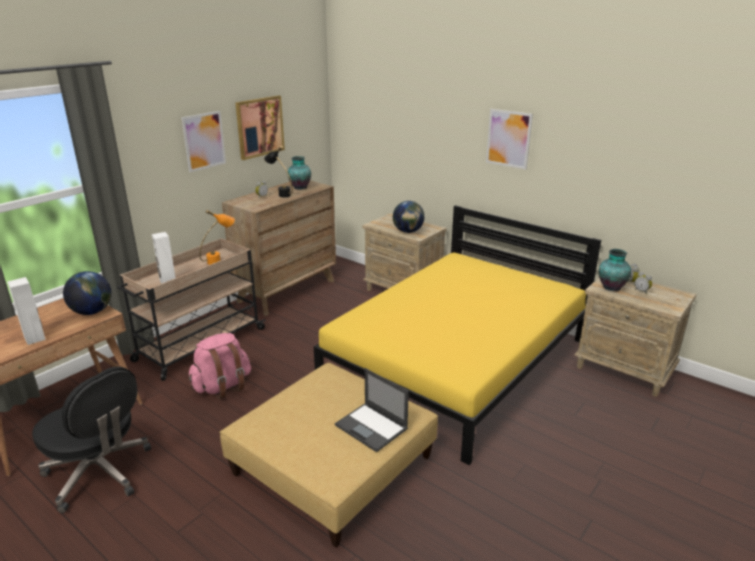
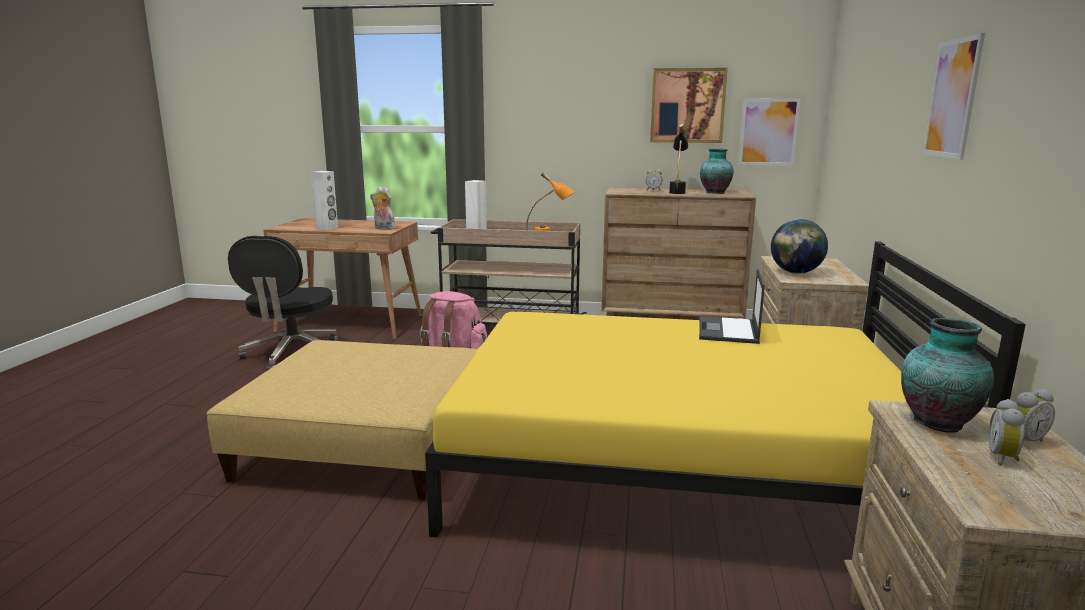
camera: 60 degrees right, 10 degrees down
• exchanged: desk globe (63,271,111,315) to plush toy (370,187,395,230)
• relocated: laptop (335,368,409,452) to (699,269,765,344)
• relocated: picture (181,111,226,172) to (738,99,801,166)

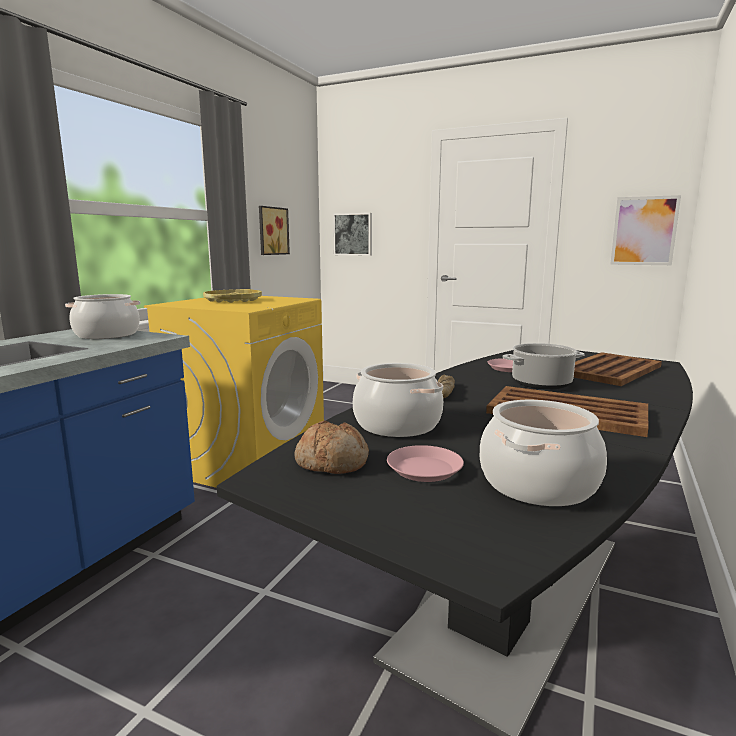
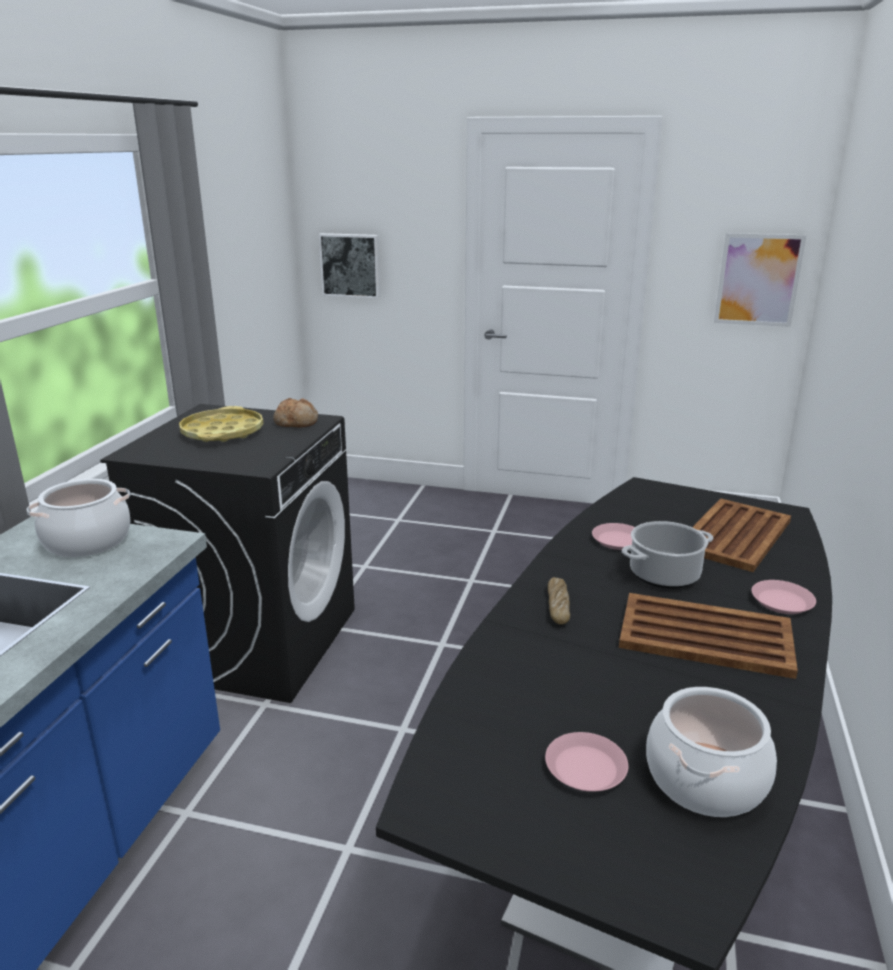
camera: 10 degrees left, 10 degrees up
• colour: yellow laundry appliance (144,296,324,488) to black laundry appliance (100,404,355,703)
• relocated: bakery bread (295,421,369,474) to (273,398,318,427)
• appeared: pinkish dinner plate (751,580,816,614)
• missing: picture (259,206,290,255)
• missing: saucepot (353,363,443,437)

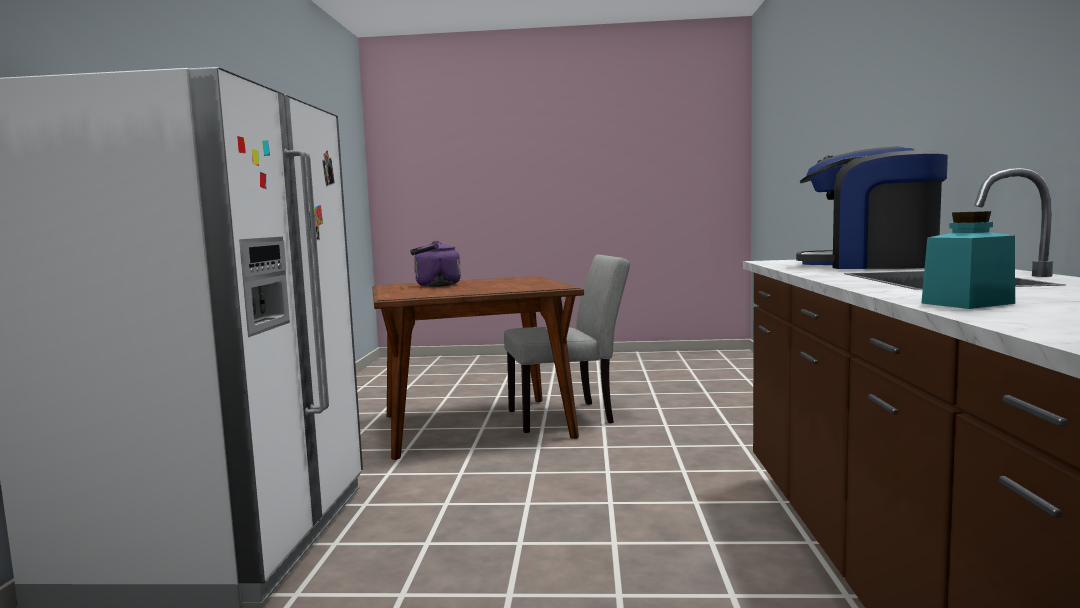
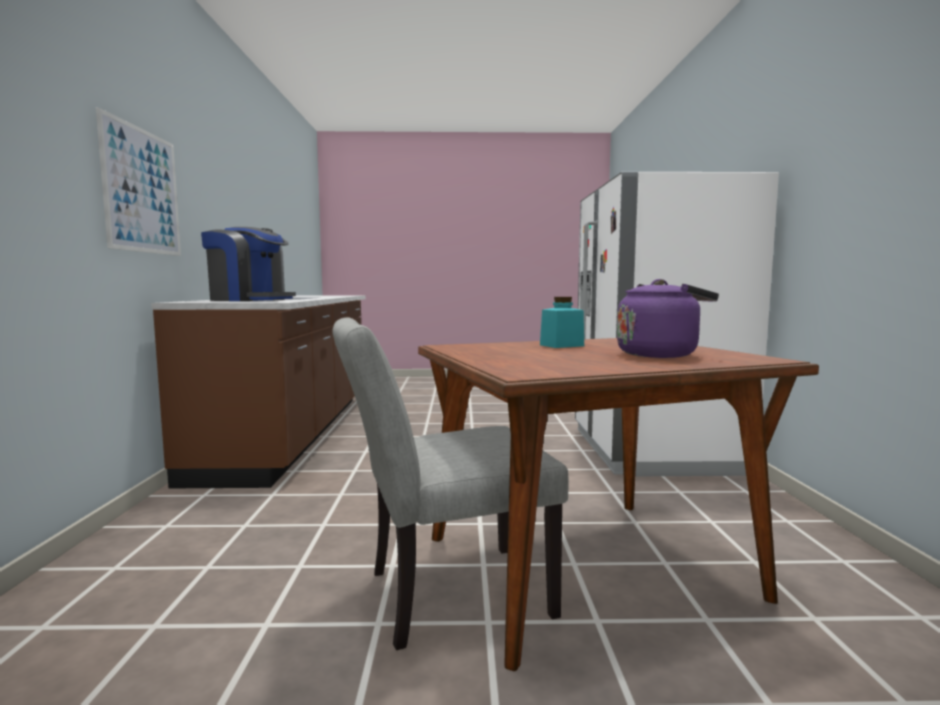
camera: 175 degrees right, 0 degrees up
• appeared: picture (96,107,181,256)
• relocated: turquoise-coloured preserve jar (921,211,1015,309) to (540,297,584,348)

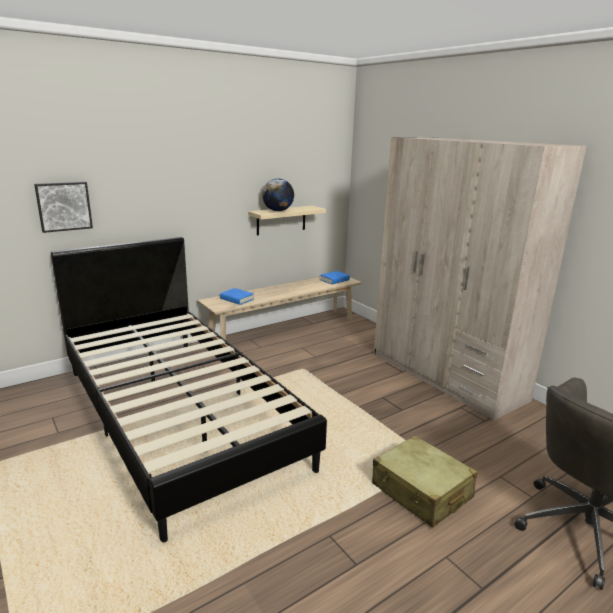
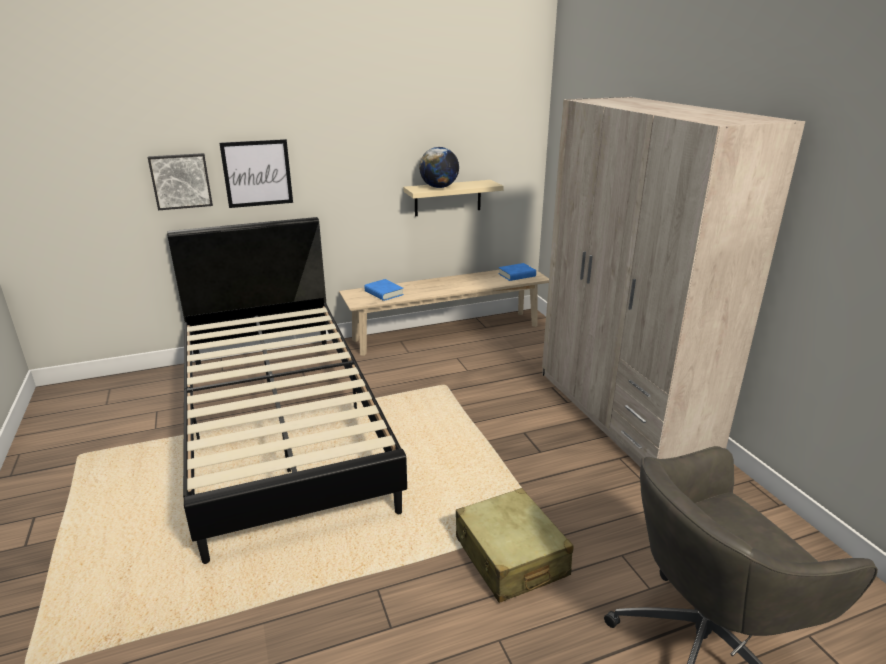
camera: 15 degrees right, 5 degrees up
• appeared: picture (219,139,293,208)

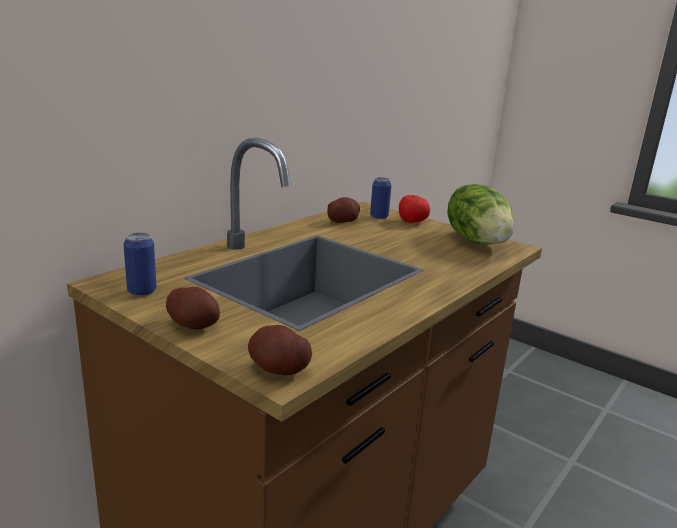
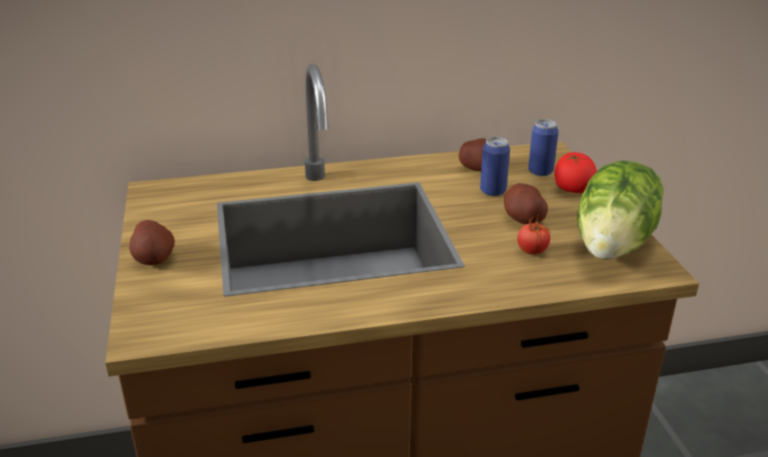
camera: 40 degrees right, 10 degrees up
• relocated: metal can (123,232,157,296) to (480,137,510,196)
• relocated: spud (248,325,312,375) to (504,183,548,224)
• appeared: whole tomato (517,216,551,255)

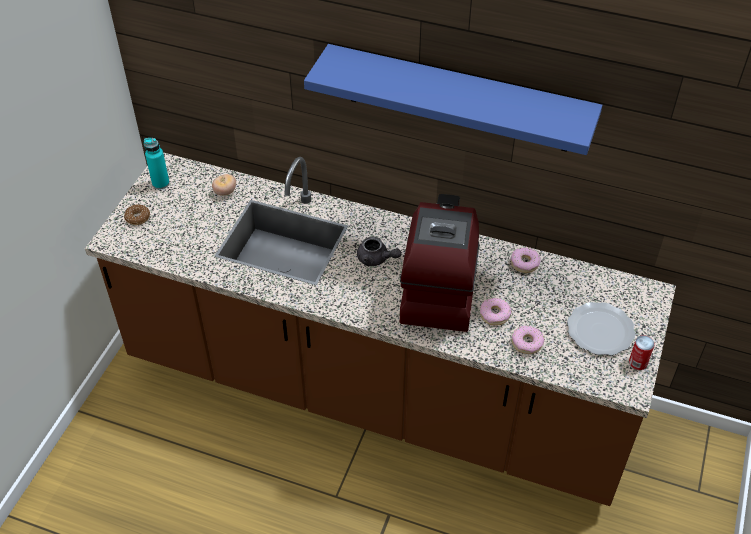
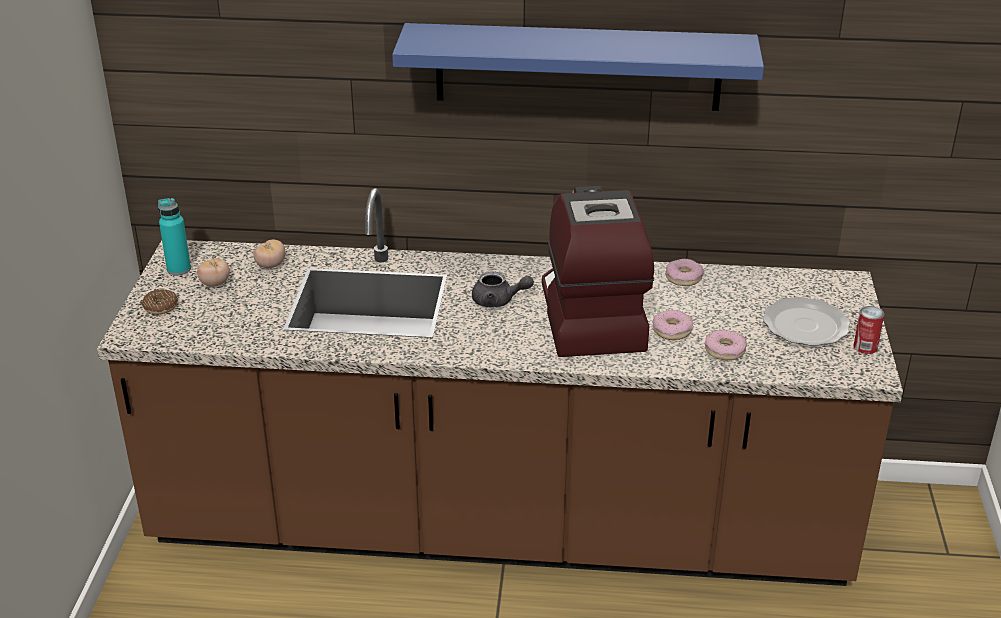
camera: 15 degrees left, 15 degrees down
• appeared: whole tomato (197,258,230,287)

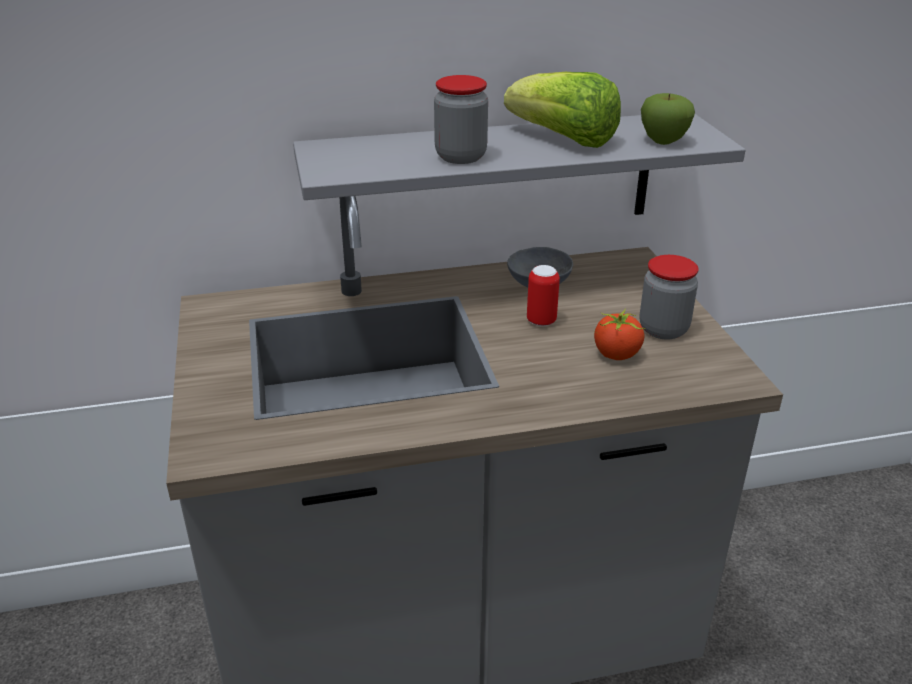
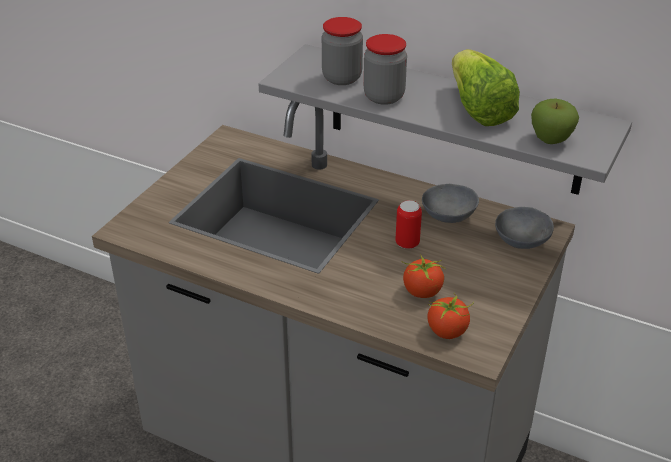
camera: 40 degrees right, 5 degrees up
• relocated: preserve jar (640,255,699,340) to (322,17,363,85)
• appeared: whole tomato (427,294,474,339)
• appeared: greyish bowl (495,207,554,249)

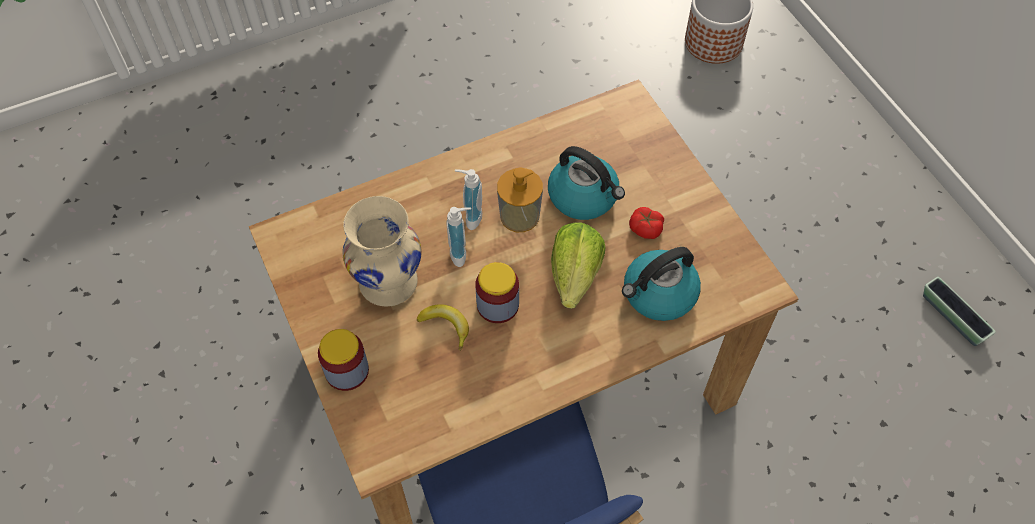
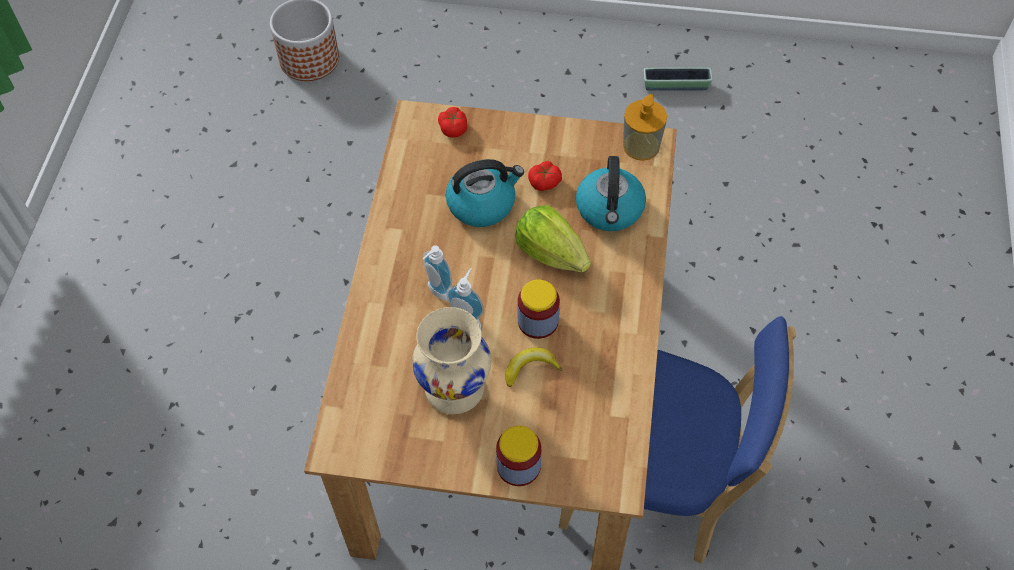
camera: 55 degrees left, 0 degrees up
• appeared: whole tomato (438,107,467,138)
• relocated: soap bottle (497,168,543,232) to (623,94,667,161)

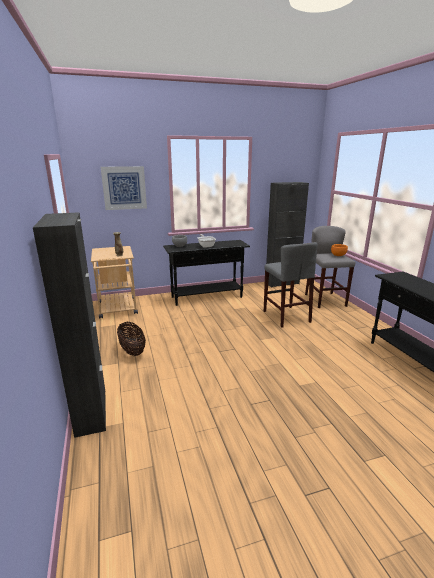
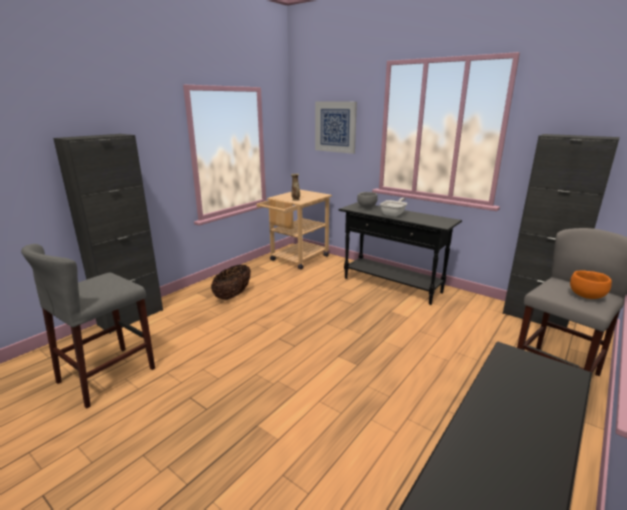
camera: 55 degrees right, 0 degrees up
• relocated: greyish sitting stool (264,242,318,328) to (21,244,155,409)

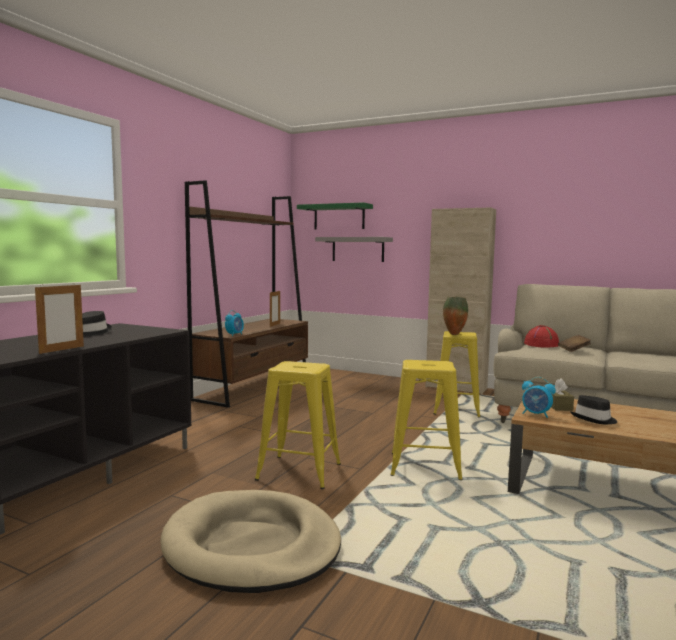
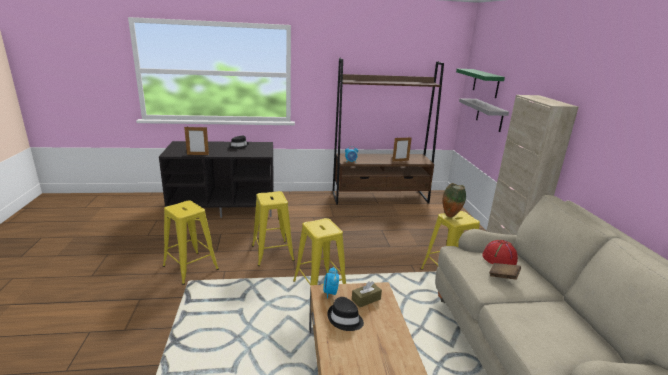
camera: 55 degrees right, 15 degrees up
• exchanged: beige dog cushion (161,490,341,593) to yellow sitting stool (163,201,219,285)

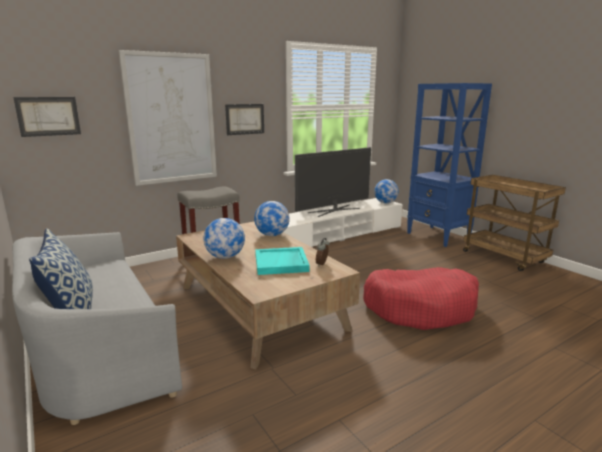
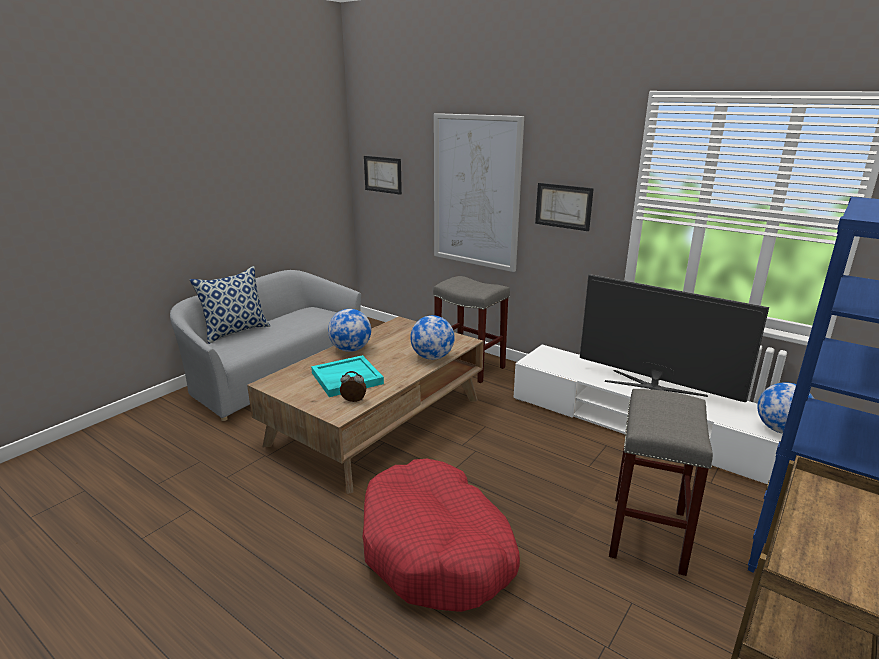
camera: 70 degrees right, 5 degrees up
• appeared: greyish sitting stool (609,389,713,576)

